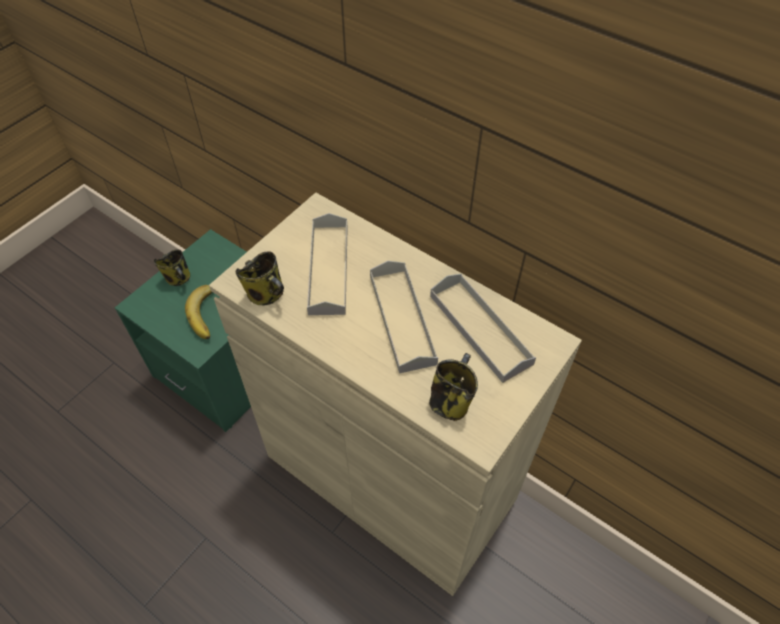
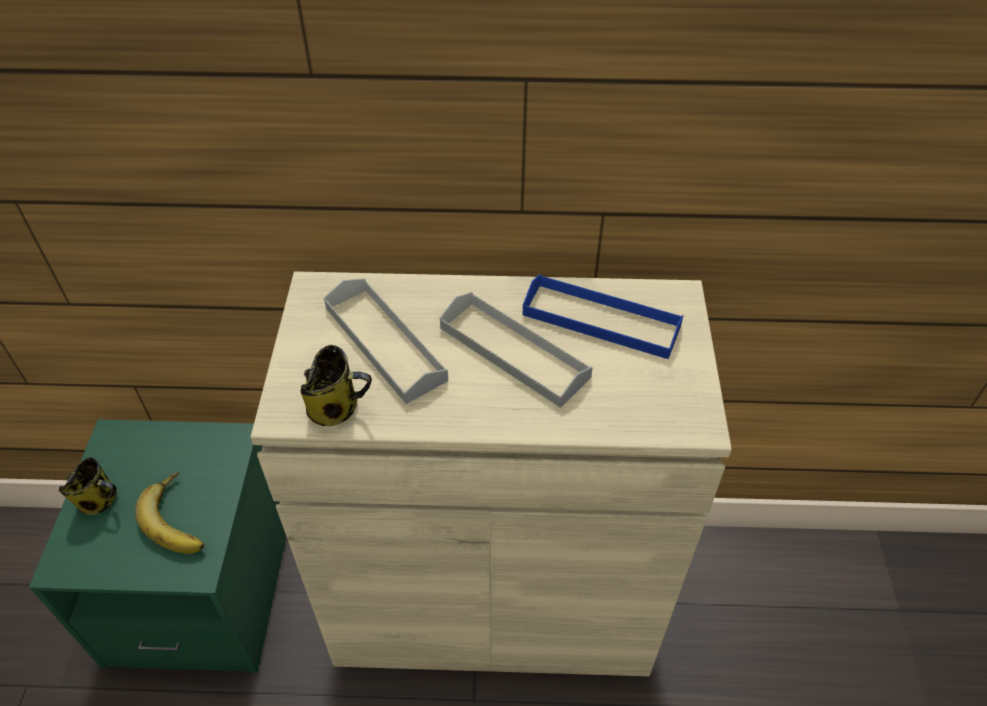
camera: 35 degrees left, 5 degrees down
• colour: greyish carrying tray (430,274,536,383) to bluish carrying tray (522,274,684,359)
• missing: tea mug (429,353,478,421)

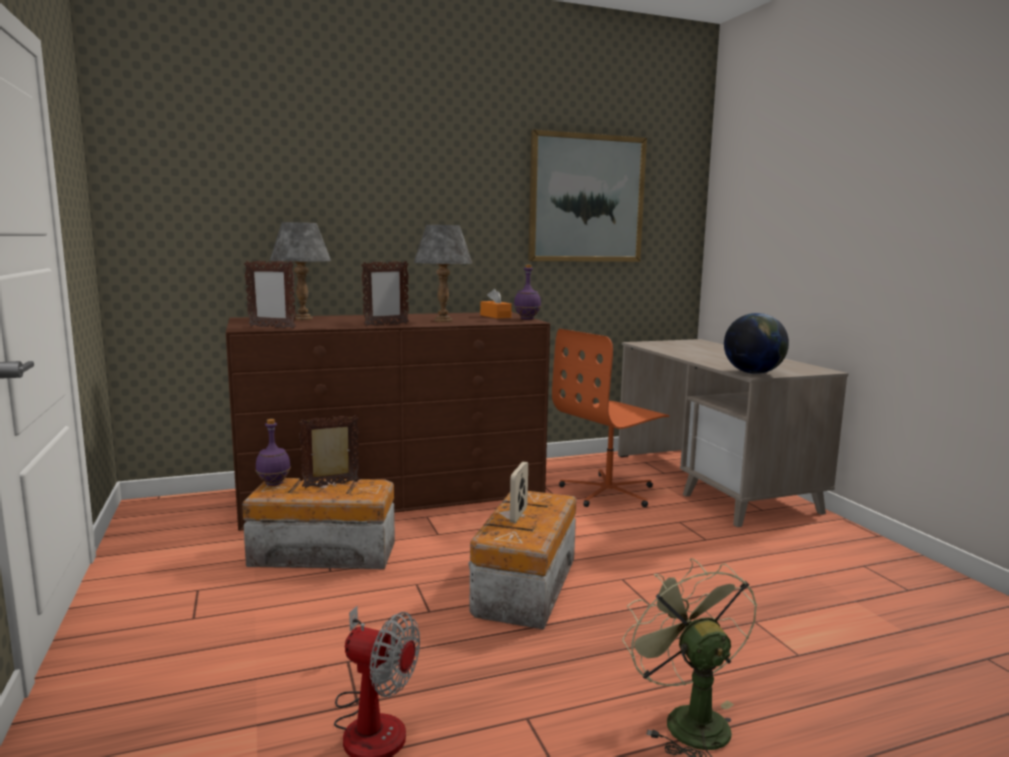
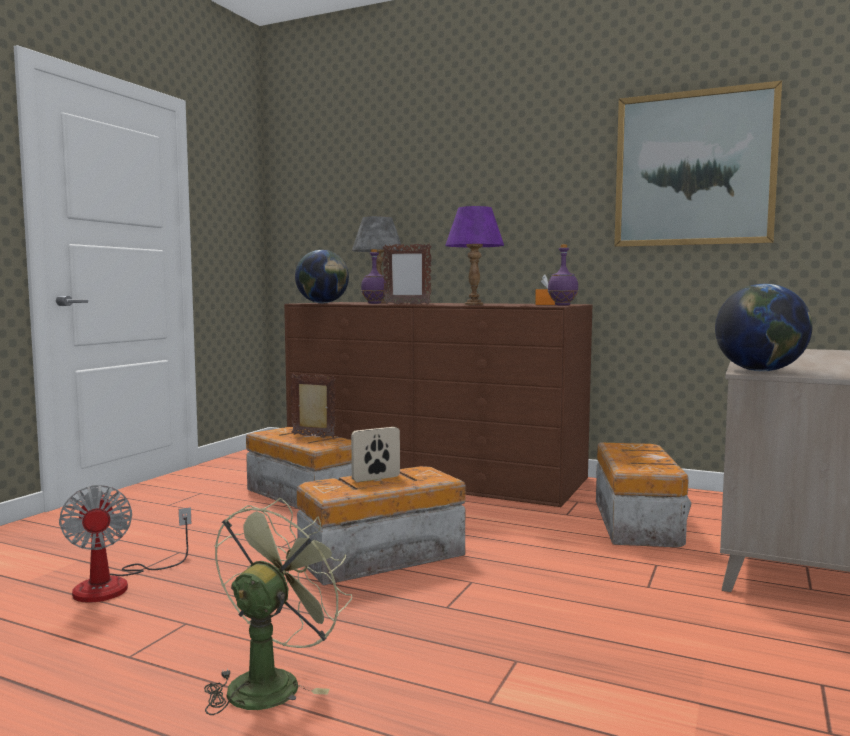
camera: 45 degrees right, 5 degrees down
• exchanged: standing frame (244,260,296,329) to desk globe (295,250,349,303)
• relocated: purplish drink bottle (256,419,291,486) to (361,249,388,304)
• colour: greyish table lamp (414,225,472,322) to purplish table lamp (445,206,504,305)
• exchanged: orange-coloured desk chair (552,329,670,507) to storage bin (596,443,692,547)

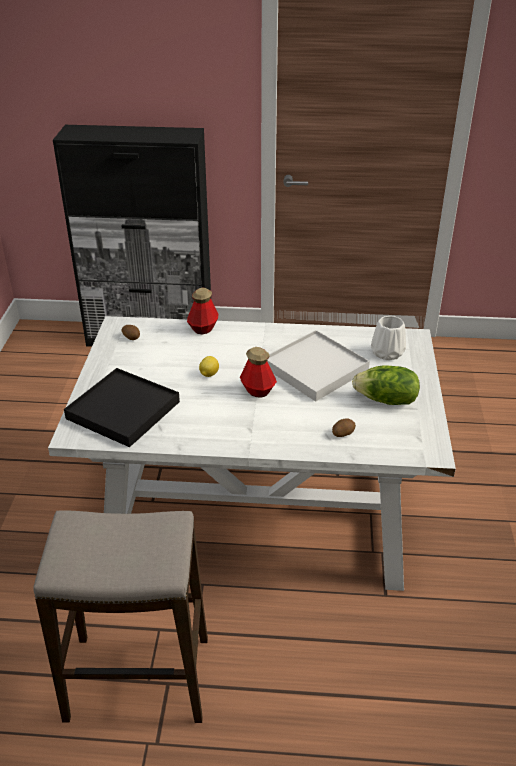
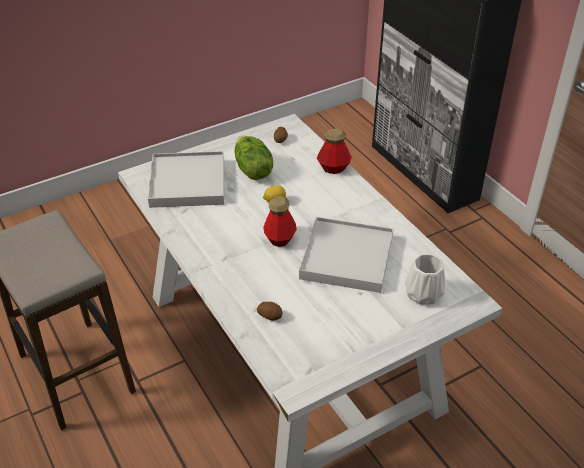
camera: 55 degrees right, 5 degrees up
• colour: black carrying tray (64,368,180,447) to white carrying tray (148,151,224,208)
• relocated: head of lettuce (352,366,420,405) to (235,136,273,180)

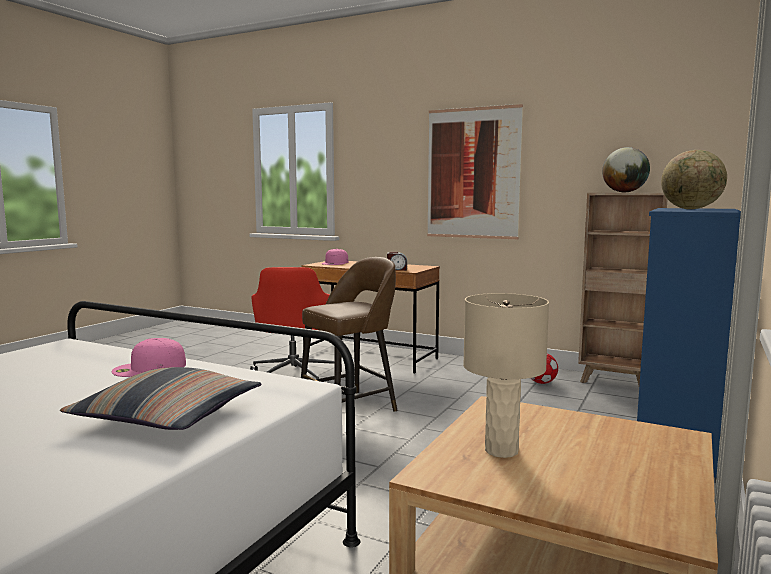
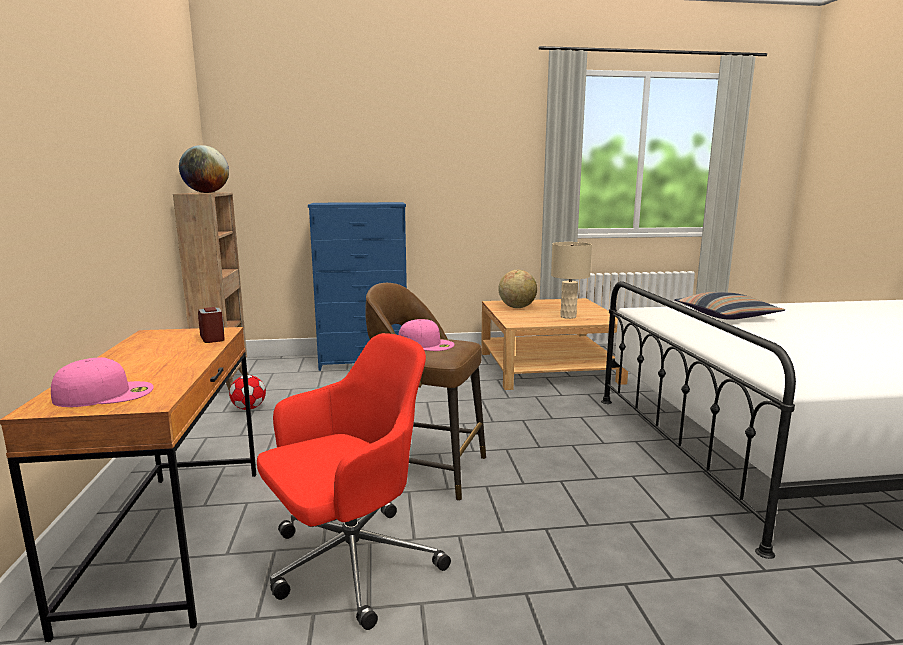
camera: 125 degrees left, 5 degrees up
• relocated: pinkish cap (112,338,186,377) to (398,319,455,351)
• relocated: desk globe (661,150,727,209) to (498,270,537,308)
• missing: picture (427,104,523,239)

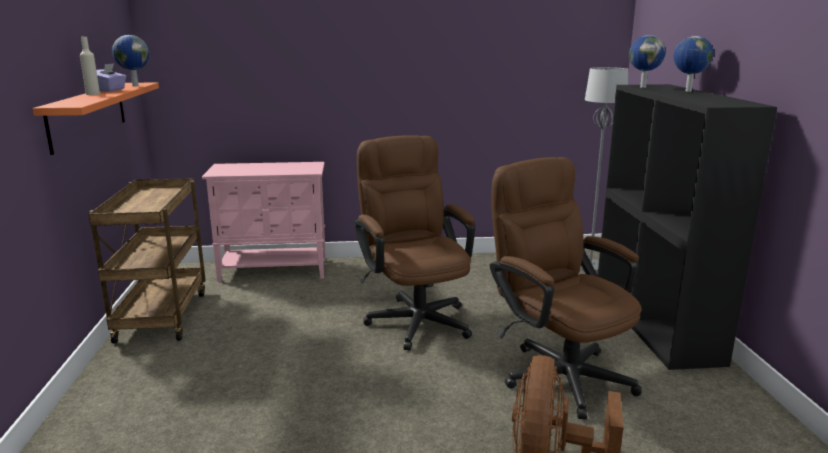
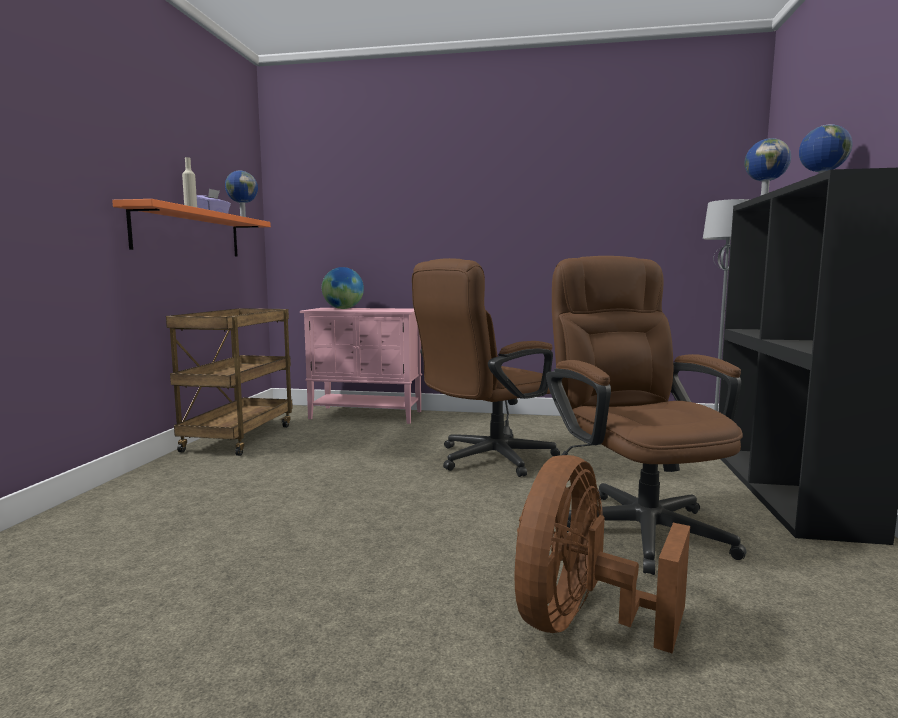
camera: 15 degrees right, 10 degrees down
• appeared: desk globe (322,267,364,309)
• spun: brown desk chair (354,135,475,351) = (412,258,560,477) 120 degrees counterclockwise

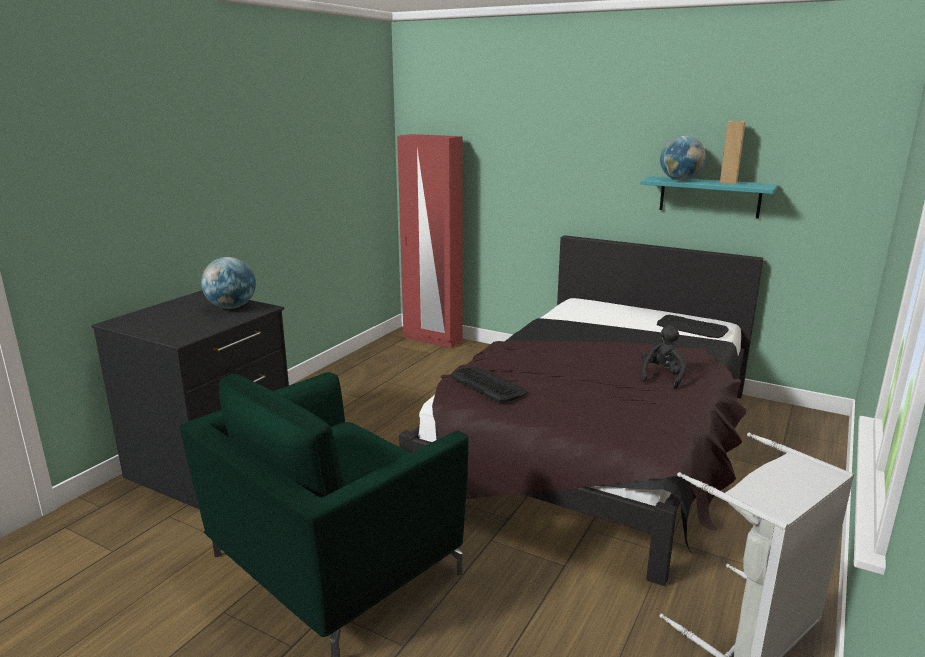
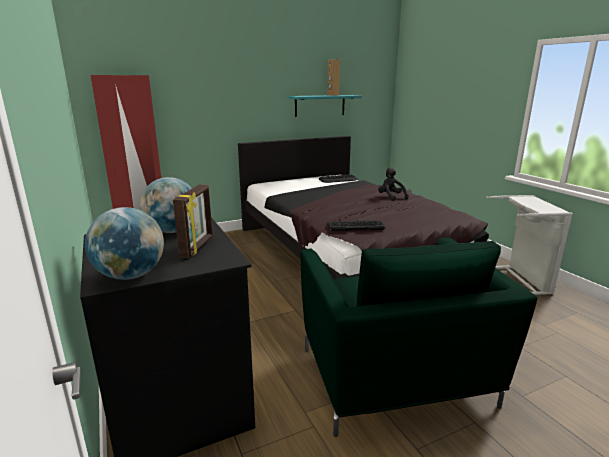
camera: 55 degrees left, 0 degrees up
• relocated: desk globe (660,136,706,180) to (85,207,164,280)
• appeared: standing frame (173,185,213,258)

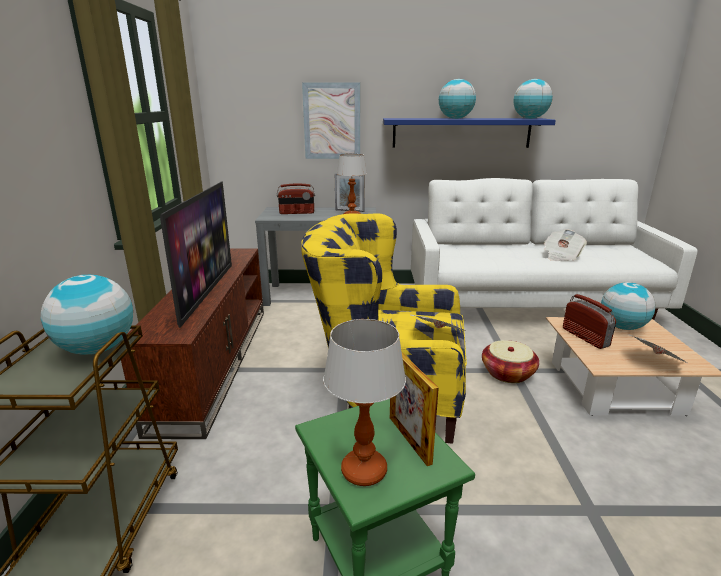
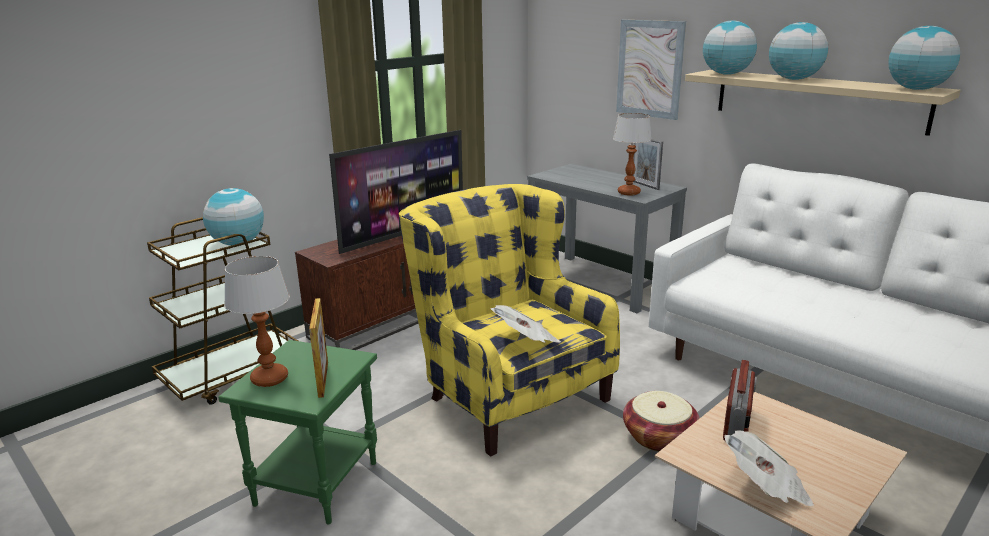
camera: 45 degrees right, 0 degrees up
• spun: standing frame (390,351,439,466) = (309,298,328,398) 150 degrees clockwise
• colour: bluish bracket shelf (383,118,556,148) to beige bracket shelf (685,70,961,136)
• relocated: desk globe (601,282,655,330) to (703,20,757,75)
• missing: radio (277,184,315,214)
• missing: daily paper (544,229,587,261)

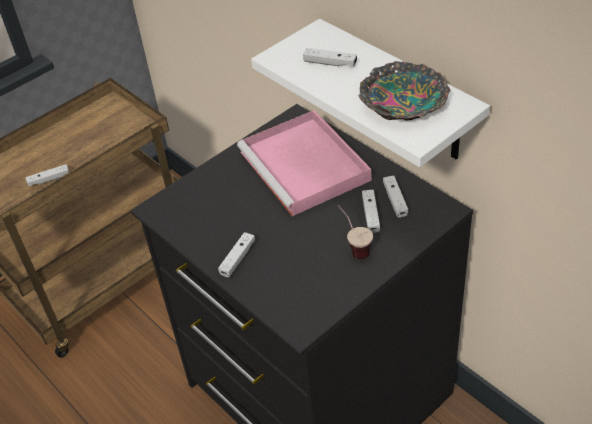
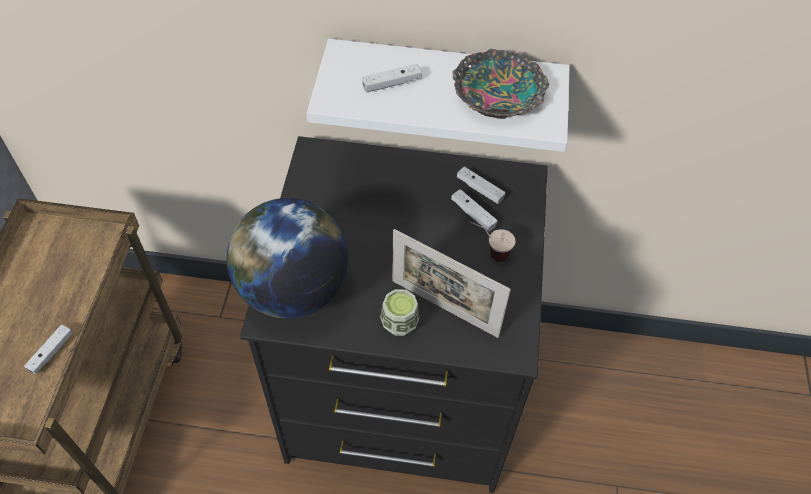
camera: 45 degrees left, 10 degrees up
• appeared: desk globe (227,198,348,318)
• exchanged: white joypad (218,232,255,278) to drinking cup (380,289,420,336)
• appeared: standing frame (392,229,511,338)
• missing: pinkish carrying tray (237,110,371,216)

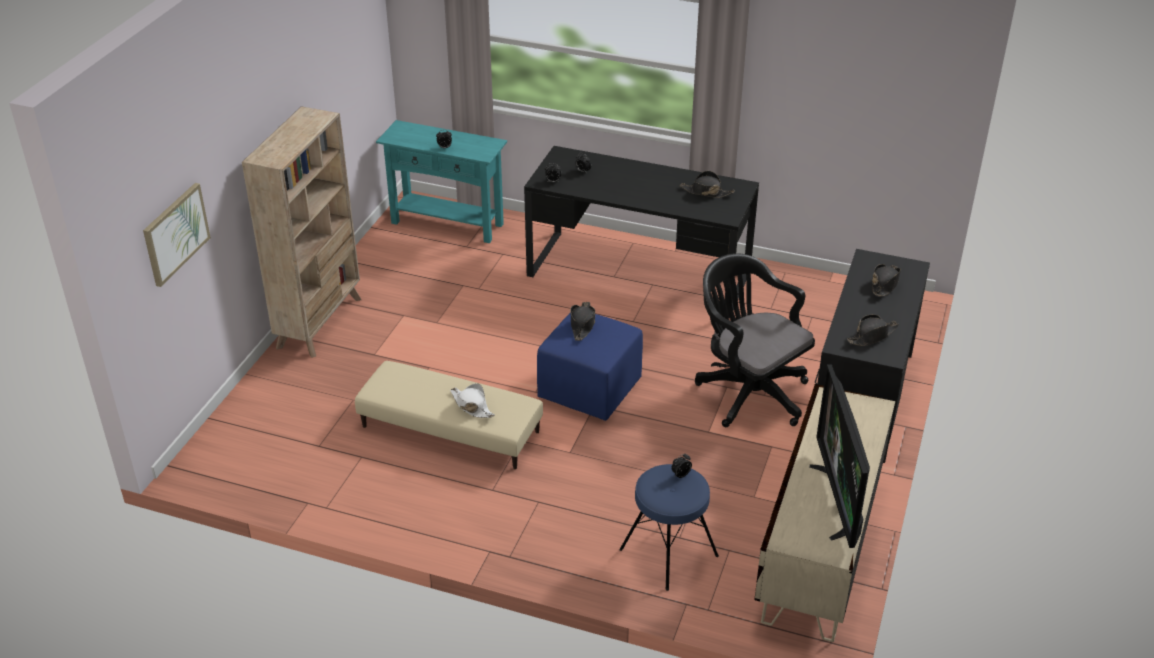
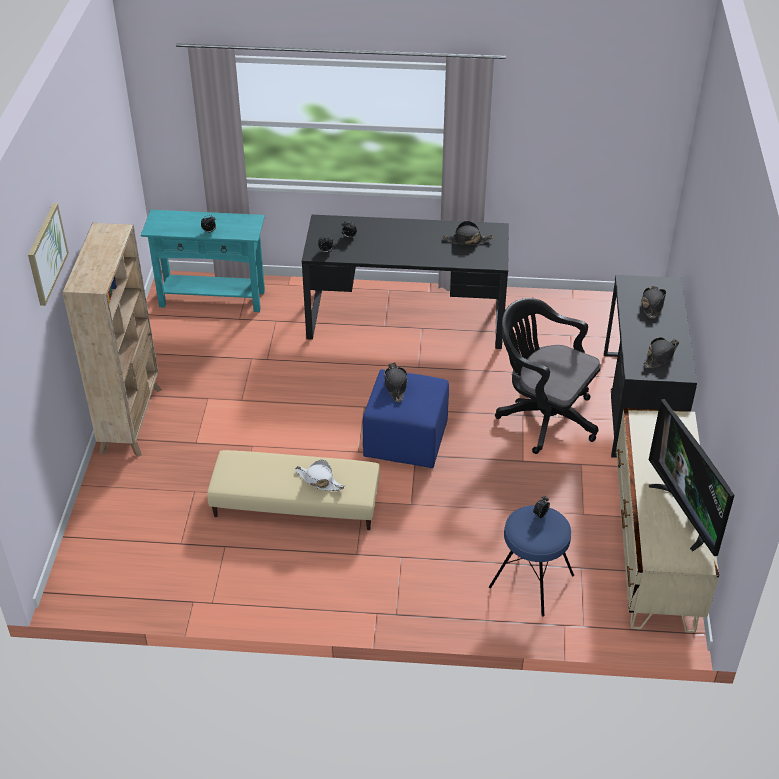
camera: 15 degrees left, 5 degrees up
• relocated: picture (143,183,211,287) to (28,203,69,306)

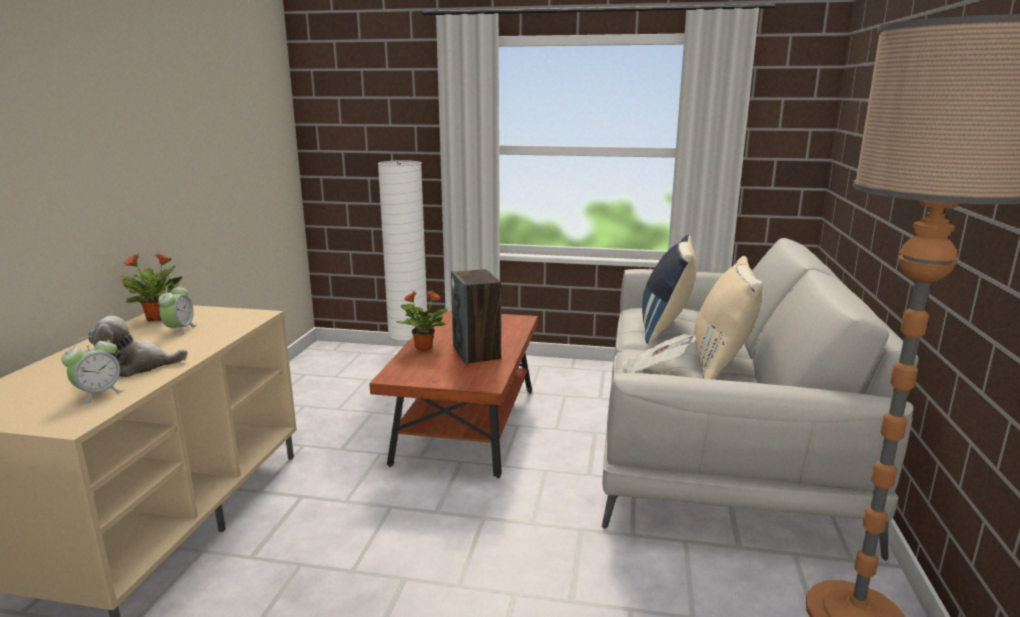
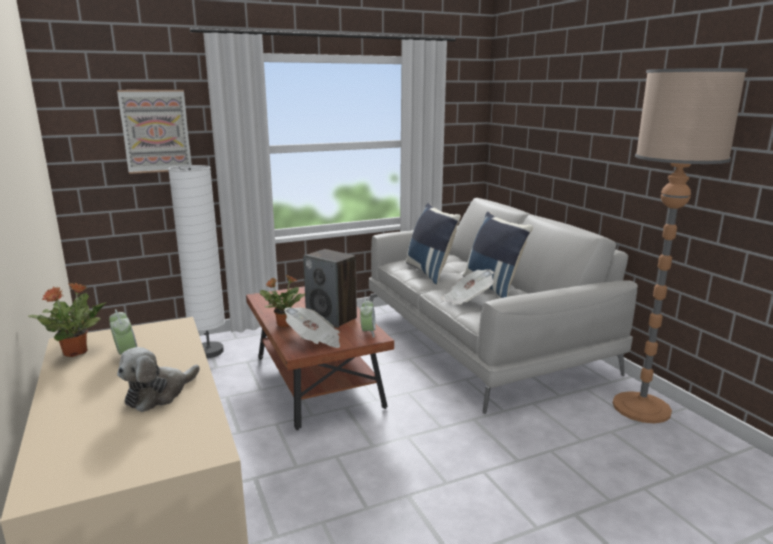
camera: 35 degrees left, 0 degrees up
• appeared: picture (117,90,192,174)
• appeared: daily paper (284,307,340,348)
• relocated: table clock (61,336,125,405) to (360,299,376,338)
• colour: beige pillow (694,256,763,380) to bluish pillow (463,212,533,298)

